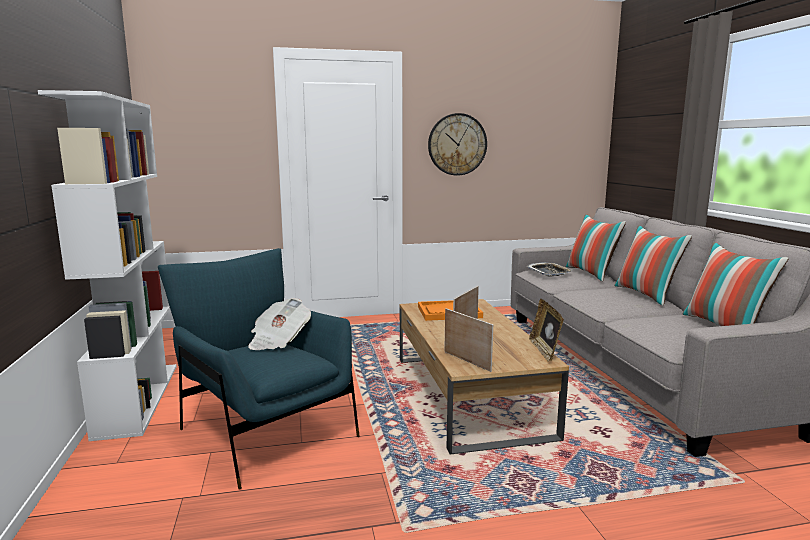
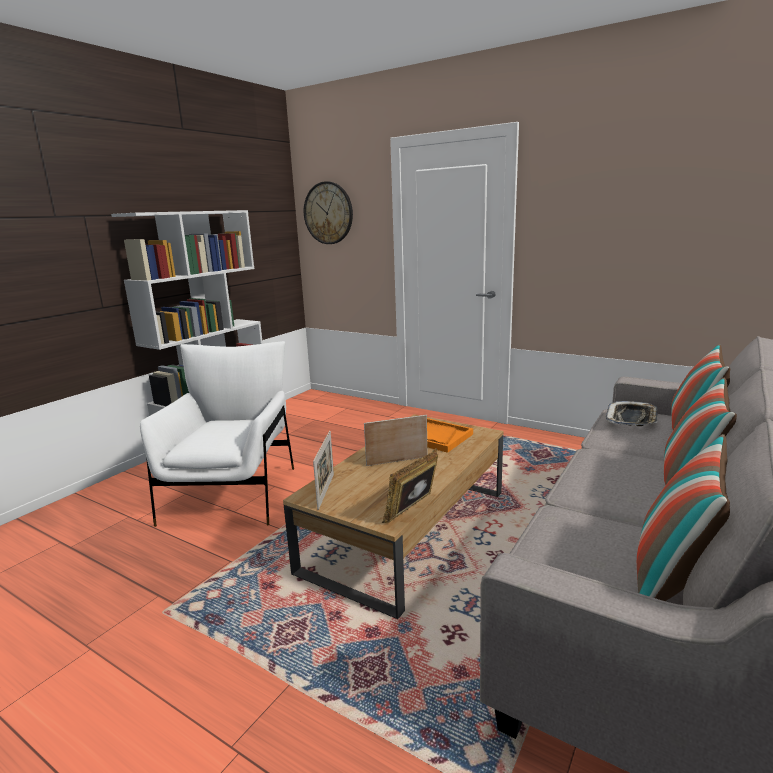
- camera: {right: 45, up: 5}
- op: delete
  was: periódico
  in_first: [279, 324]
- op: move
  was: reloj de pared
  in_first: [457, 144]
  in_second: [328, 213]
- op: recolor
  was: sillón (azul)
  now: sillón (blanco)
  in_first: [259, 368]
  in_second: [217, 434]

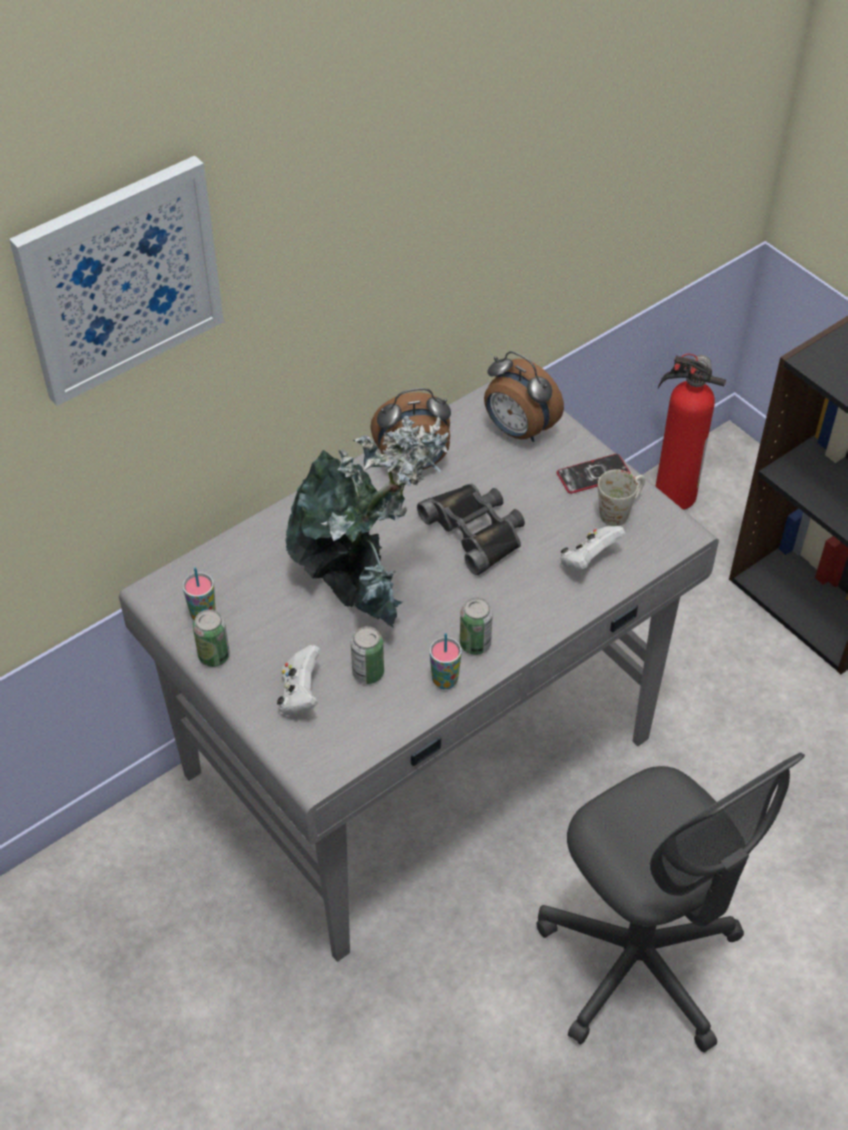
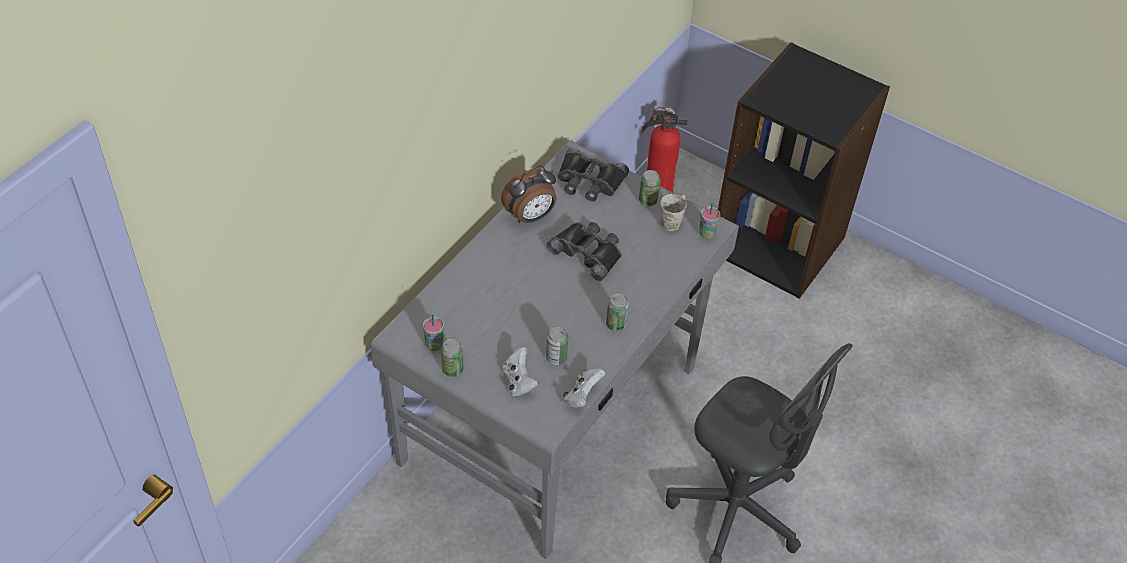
- camera: {right: -20, up: 0}
- op: delete
  was: cuadro
  in_first: [116, 281]
- op: delete
  was: planta en maceta
  in_first: [367, 521]
- op: move
  was: taza
  in_first: [446, 661]
  in_second: [709, 220]
- op: move
  was: mando de consola (blanco)
  in_first: [593, 548]
  in_second: [584, 388]
- op: replace
  was: despertador
  now: prismáticos (negro)
  in_first: [524, 396]
  in_second: [593, 175]
- op: replace
  was: móvil
  now: lata
  in_first: [593, 474]
  in_second: [649, 188]

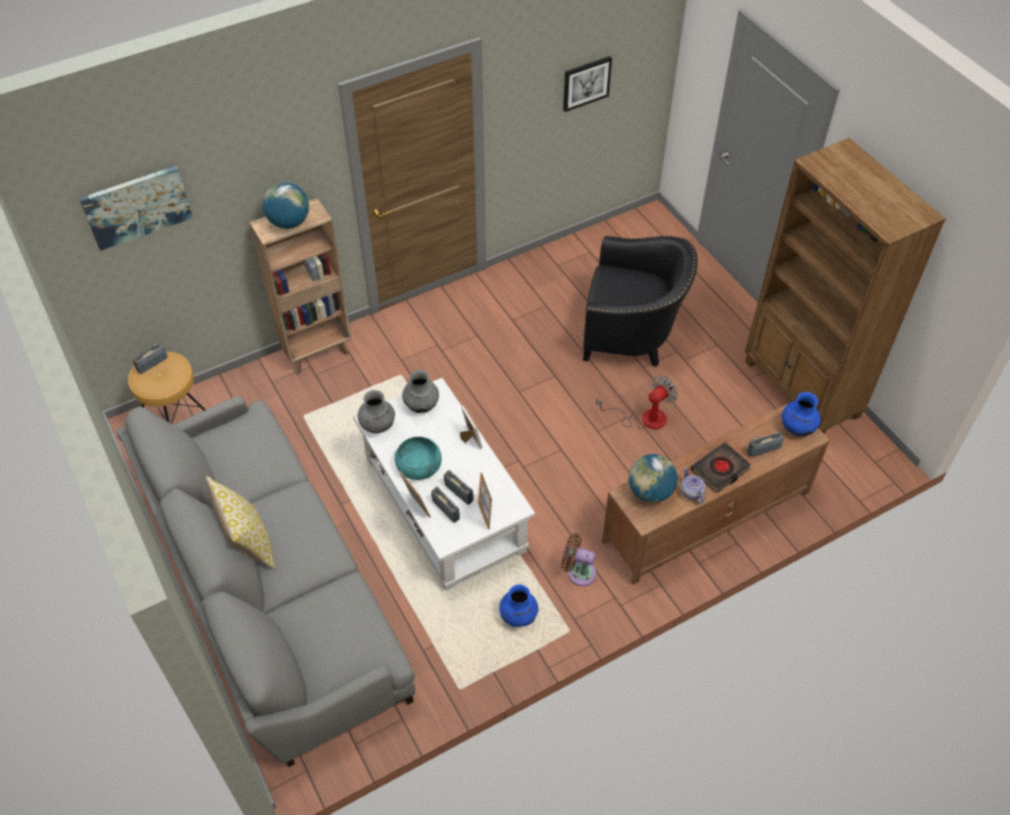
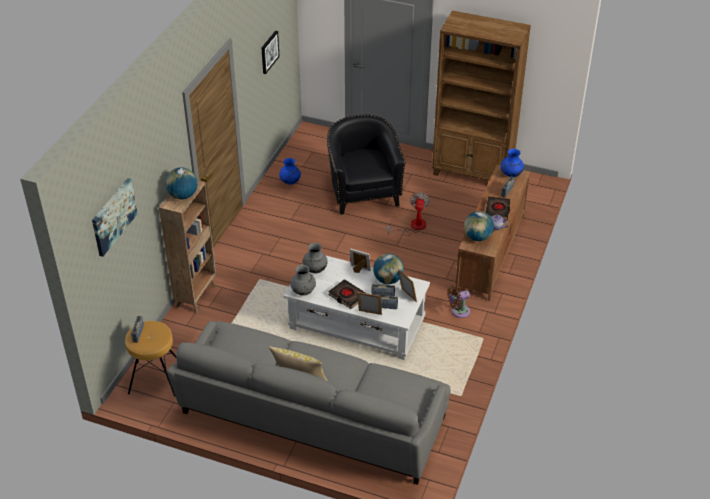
- camera: {right: -40, up: -10}
- op: insert
  now: globo terráqueo
  in_second: [388, 268]
- op: move
  was: florero (azul)
  in_first: [518, 605]
  in_second: [290, 171]
- op: replace
  was: cuenco (turquesa)
  now: libro (negro)
  in_first: [418, 458]
  in_second: [346, 294]
- op: rotate
  was: sillón (negro)
  in_first: [640, 301]
  in_second: [366, 165]
  clockwise: -75

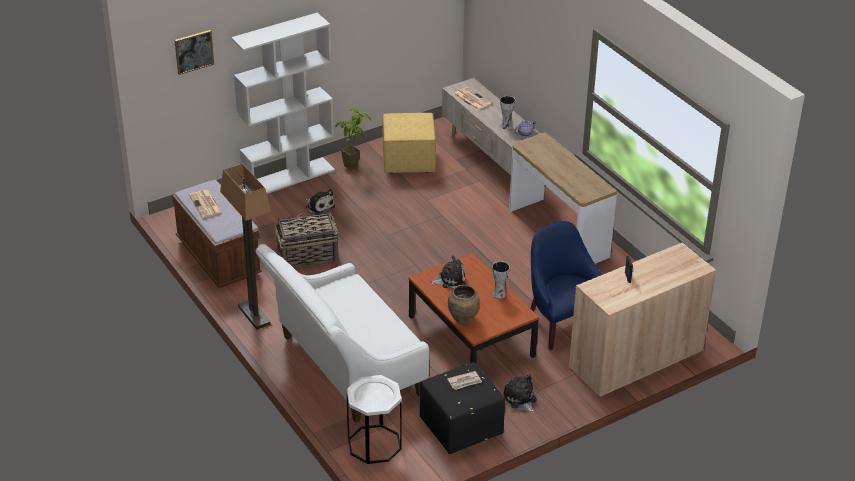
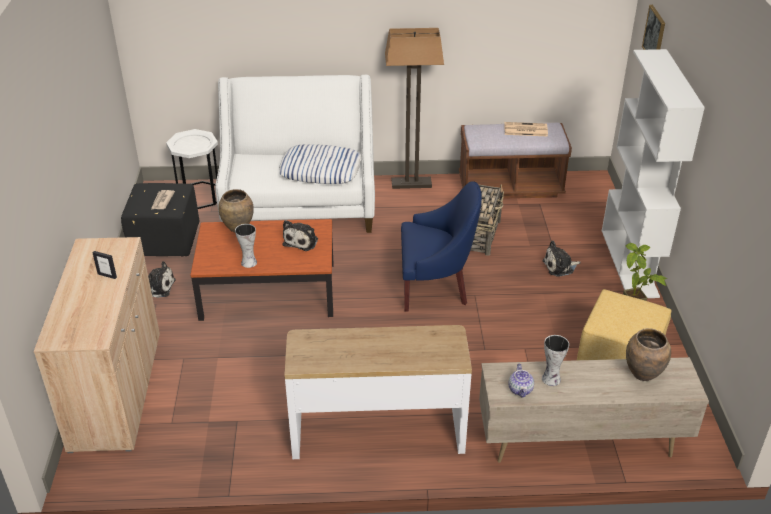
- camera: {right: 120, up: 0}
- op: insert
  now: cojín
  in_second: [320, 164]
- op: move
  was: sillón (azul)
  in_first: [566, 286]
  in_second: [441, 246]
- op: replace
  was: periódico
  now: florero (marrón)
  in_first: [472, 98]
  in_second: [648, 354]

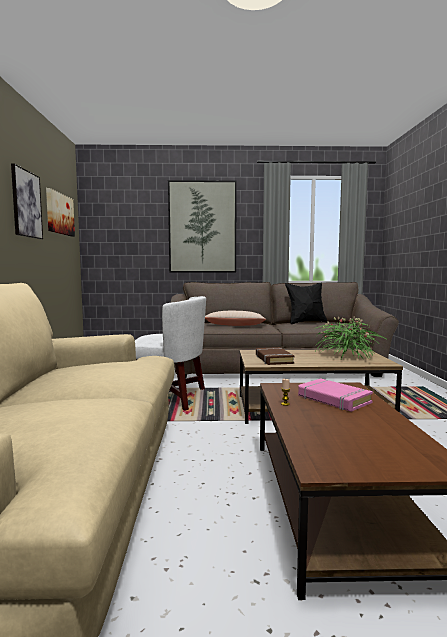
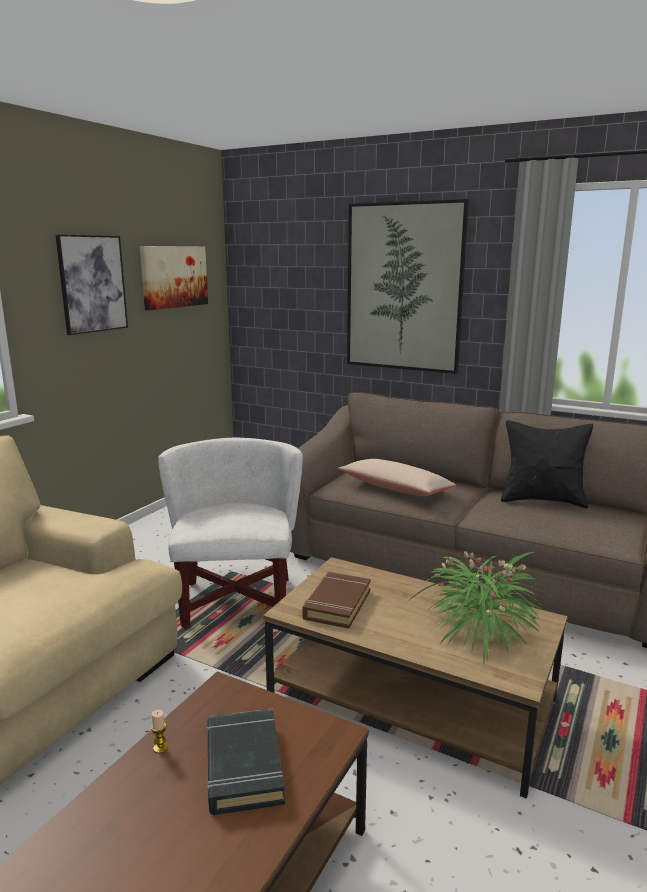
- camera: {right: 30, up: 10}
- op: recolor
  was: libro (rosa)
  now: libro (negro)
  in_first: [335, 395]
  in_second: [246, 761]
- op: rotate
  was: sillón (blanco)
  in_first: [170, 353]
  in_second: [230, 533]
  clockwise: -135

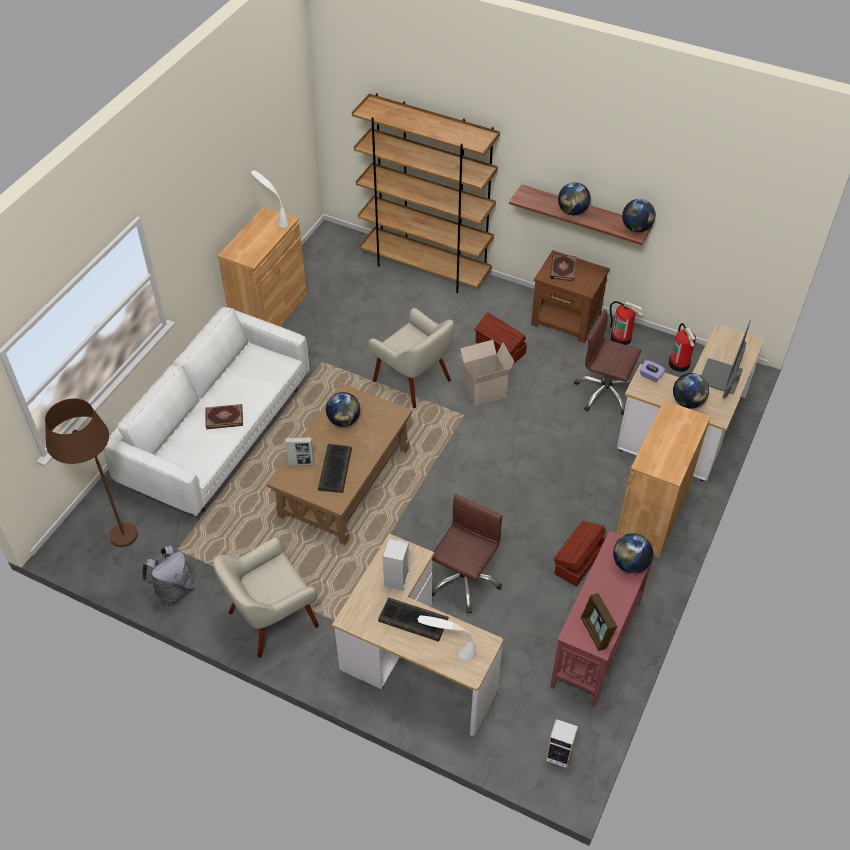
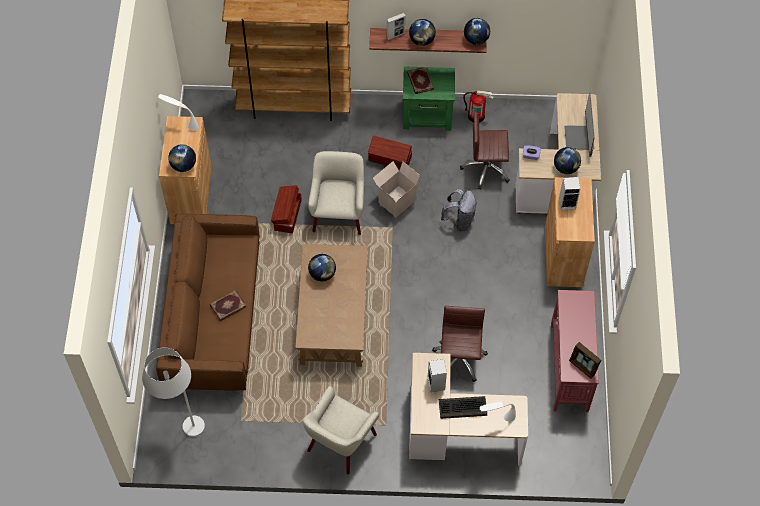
- camera: {right: -25, up: 10}
- op: delete
  was: teclado
  in_first: [335, 468]
- op: delete
  was: extintor
  in_first: [682, 347]
- op: move
  was: mochila (gris)
  in_first: [168, 575]
  in_second: [459, 210]
- op: move
  was: portarretratos
  in_first: [299, 451]
  in_second: [396, 26]
- op: move
  was: altavoz
  in_first: [562, 743]
  in_second: [570, 193]
- op: move
  was: caja de almacenaje (marrón)
  in_first: [580, 554]
  in_second: [286, 209]
- op: move
  was: globo terráqueo
  in_first: [633, 553]
  in_second: [182, 158]
- op: recolor
  was: lámpara de pie (marrón)
  now: lámpara de pie (blanco)
  in_first: [91, 472]
  in_second: [173, 392]
- op: recolor
  was: sofá (blanco)
  now: sofá (marrón)
  in_first: [206, 411]
  in_second: [208, 302]
- op: recolor
  was: mesita de noche (marrón)
  now: mesita de noche (verde)
  in_first: [570, 296]
  in_second: [429, 98]
- op: rotate
  was: sillón (beis)
  in_first: [411, 358]
  in_second: [336, 193]
  clockwise: -105

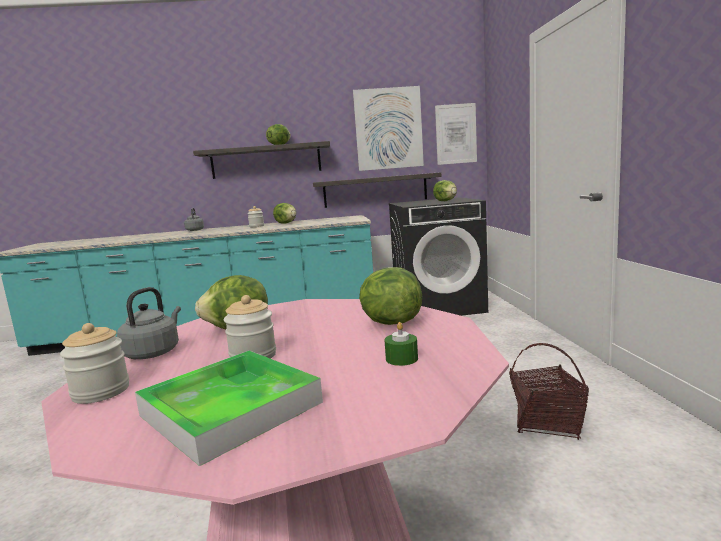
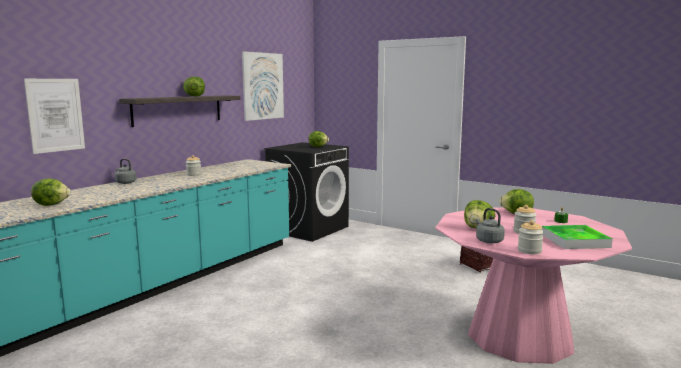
- camera: {right: -50, up: 0}
- op: delete
  was: estante
  in_first: [377, 190]
- op: move
  was: lechuga
  in_first: [284, 213]
  in_second: [51, 192]
- op: move
  was: cuadro
  in_first: [456, 134]
  in_second: [54, 116]

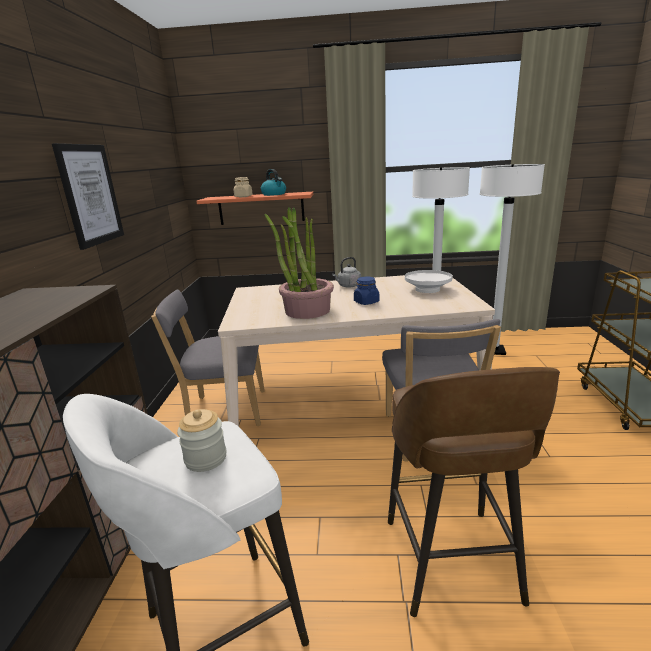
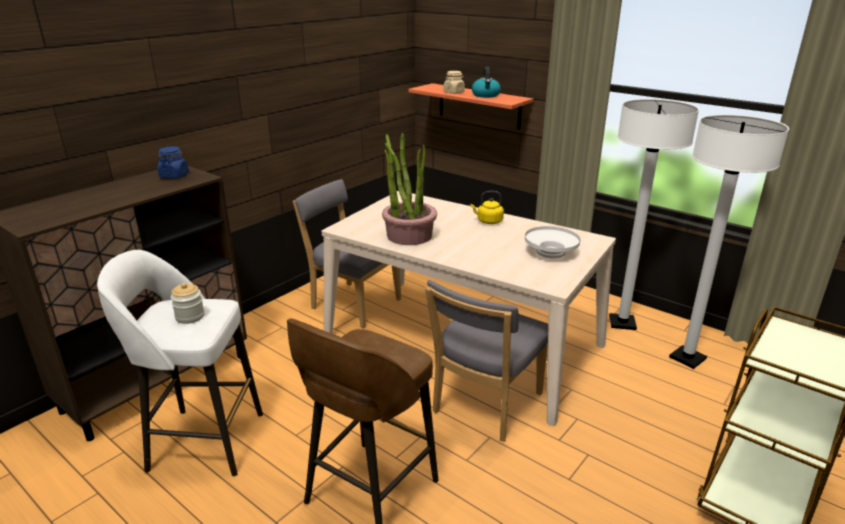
- camera: {right: 35, up: 5}
- op: delete
  was: cuadro
  in_first: [88, 196]
- op: move
  was: tarro (azul)
  in_first: [366, 290]
  in_second: [173, 162]
- op: recolor
  was: hervidor (gris)
  now: hervidor (amarillo)
  in_first: [346, 272]
  in_second: [487, 207]

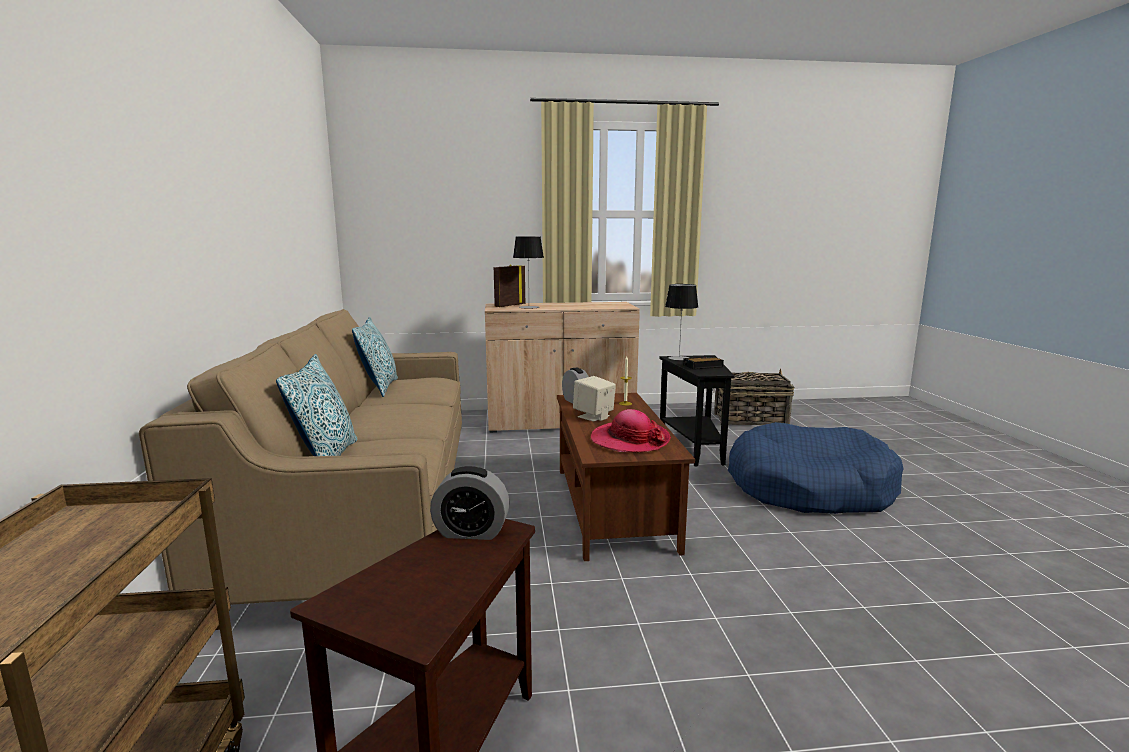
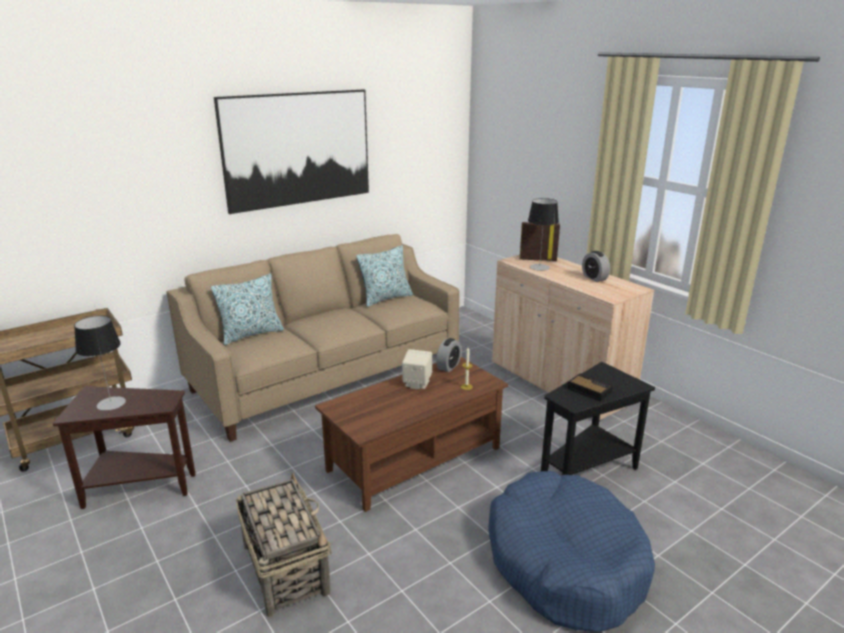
- camera: {right: 60, up: 10}
- op: delete
  was: sombrero
  in_first: [631, 430]
- op: insert
  now: cuadro
  in_second: [291, 152]
- op: move
  was: despertador
  in_first: [469, 503]
  in_second: [596, 266]
- op: move
  was: lámpara de mesa
  in_first: [681, 322]
  in_second: [100, 363]
- op: move
  was: cesta
  in_first: [753, 397]
  in_second: [284, 544]

